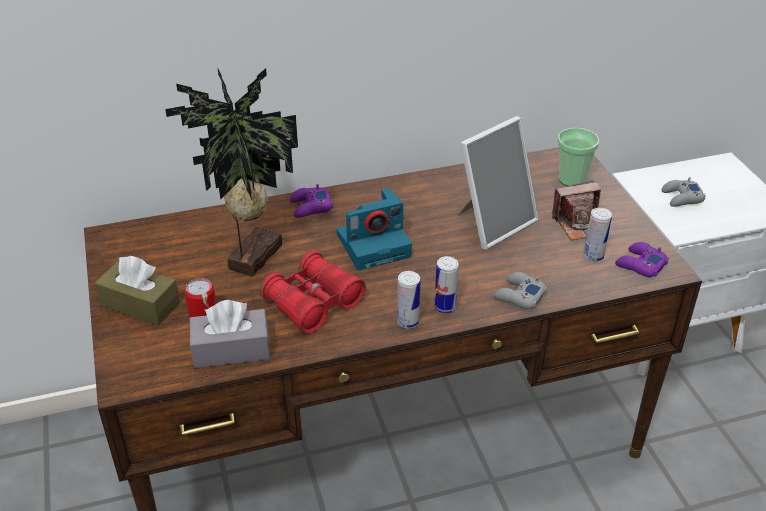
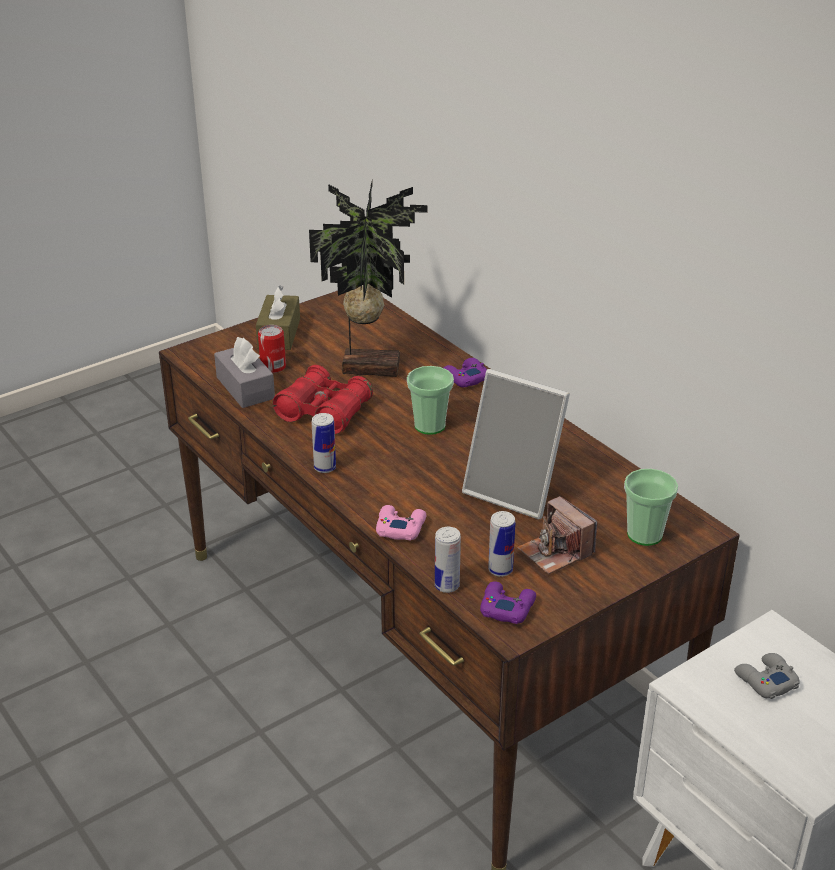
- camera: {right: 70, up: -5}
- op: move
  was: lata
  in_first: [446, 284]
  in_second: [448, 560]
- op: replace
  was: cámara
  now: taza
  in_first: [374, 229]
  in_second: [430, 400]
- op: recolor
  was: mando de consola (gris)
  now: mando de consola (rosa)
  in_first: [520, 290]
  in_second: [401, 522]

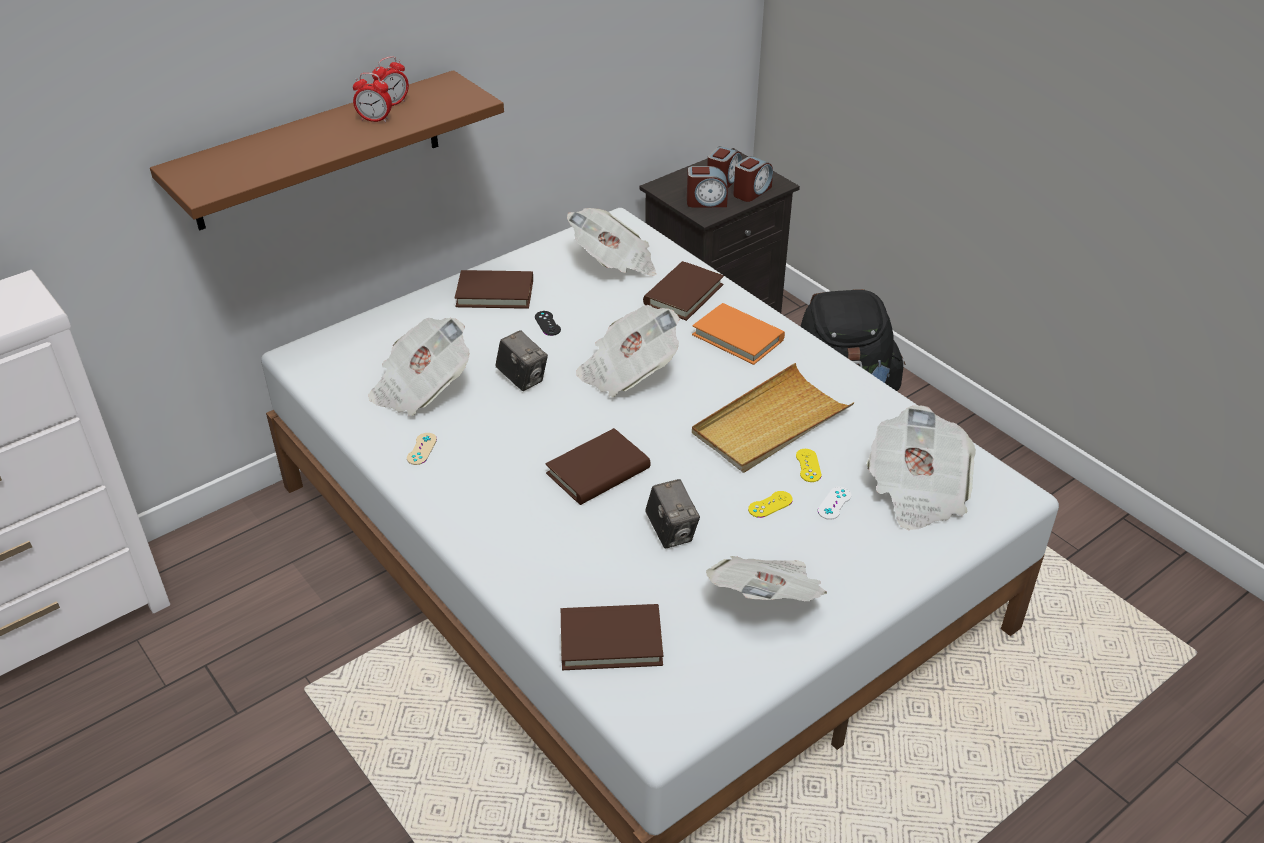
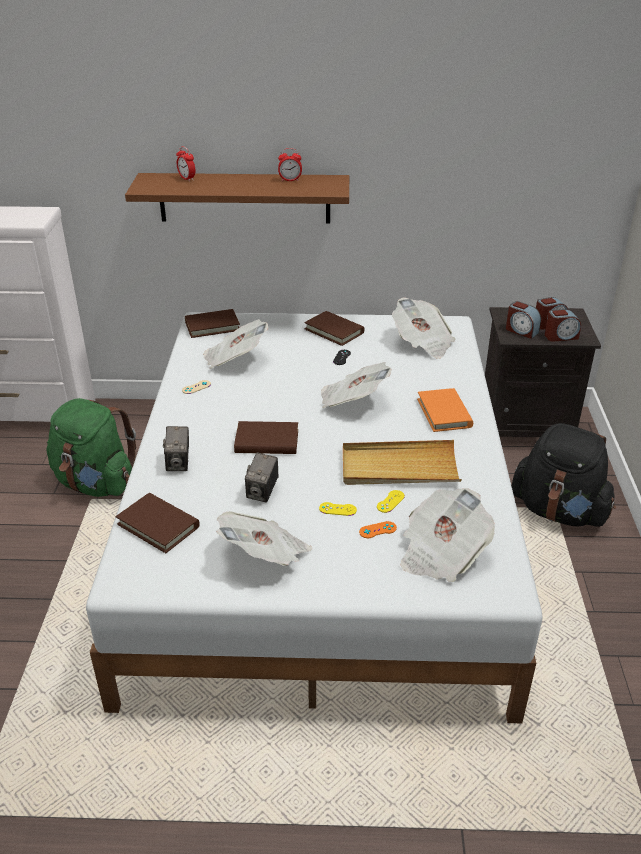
- camera: {right: 40, up: -5}
- op: insert
  now: mochila (verde)
  in_second: [91, 447]
- op: move
  was: despertador
  in_first: [372, 98]
  in_second: [186, 164]
- op: move
  was: cámara
  in_first: [522, 360]
  in_second: [176, 448]
- op: move
  was: libro (marrón)
  in_first: [683, 291]
  in_second: [212, 323]
- op: recolor
  was: mando de consola (blanco)
  now: mando de consola (naranja)
  in_first: [835, 503]
  in_second: [378, 529]

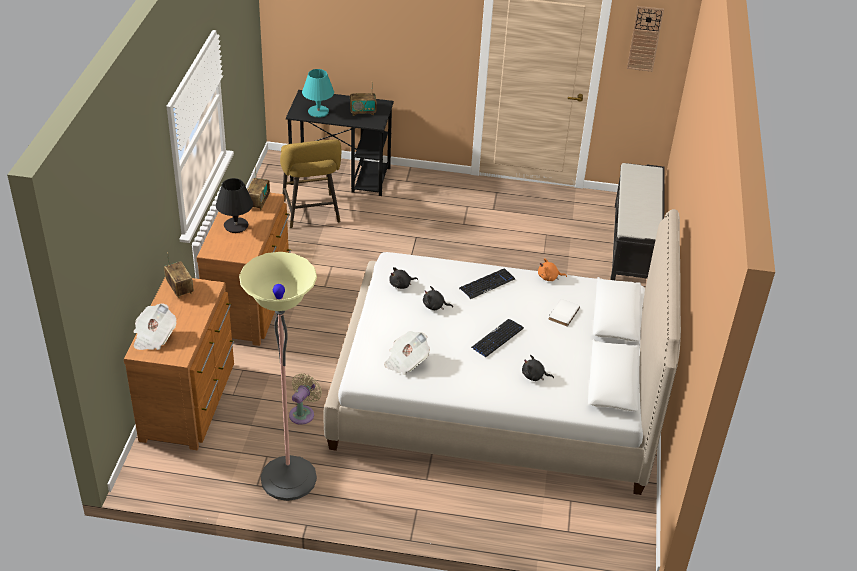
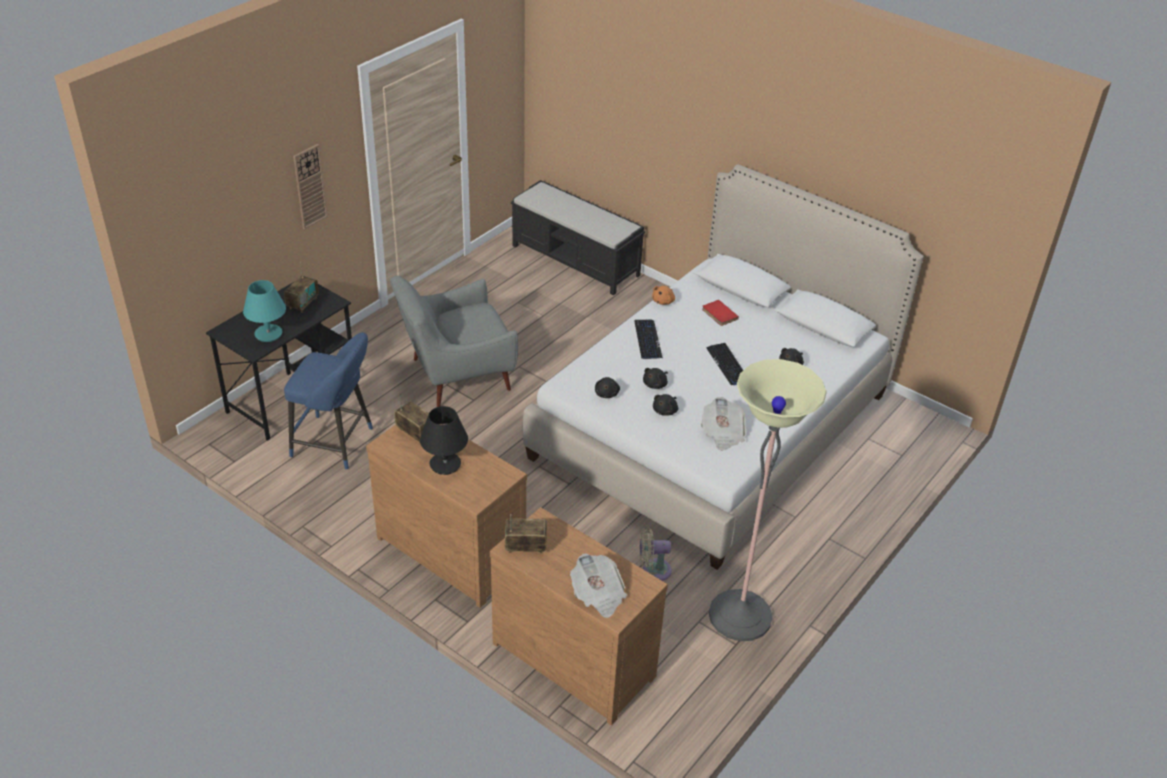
- camera: {right: -60, up: 0}
- op: insert
  now: sillón (gris)
  in_second: [454, 341]
- op: insert
  now: peluche (negro)
  in_second: [665, 405]
- op: move
  was: reloj de pared
  in_first: [645, 39]
  in_second: [310, 186]
- op: recolor
  was: taburete (amarillo)
  now: taburete (azul)
  in_first: [310, 184]
  in_second: [328, 401]
- op: recolor
  was: libro (blanco)
  now: libro (rojo)
  in_first: [564, 313]
  in_second: [720, 313]
- op: rotate
  was: ventilador (beis)
  in_first: [305, 399]
  in_second: [656, 554]
  clockwise: -60

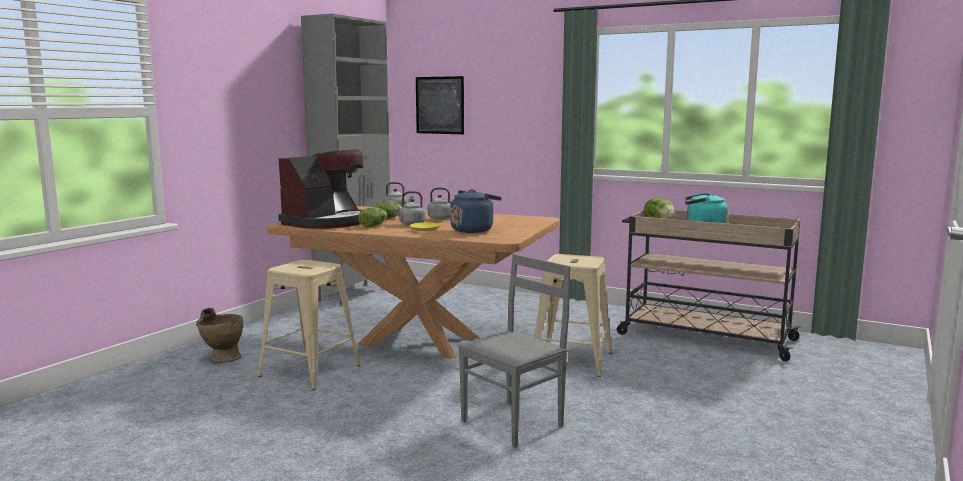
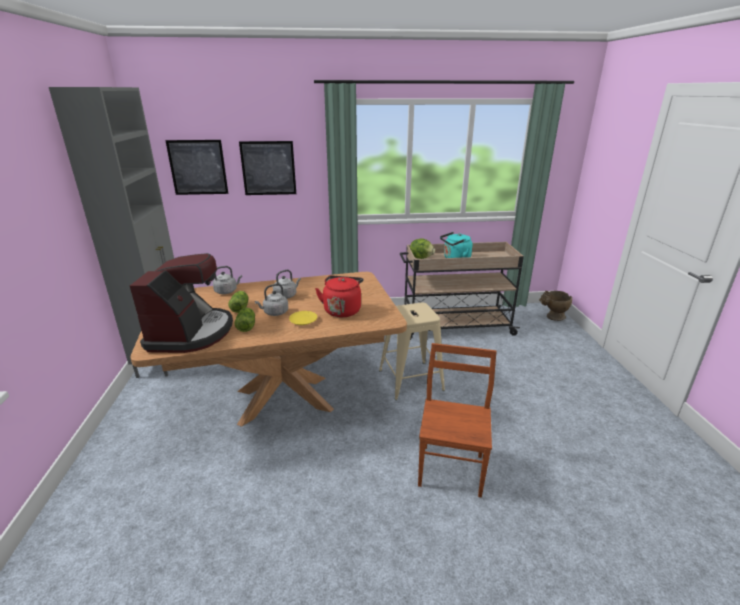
- camera: {right: -35, up: 15}
- op: delete
  was: taburete (beis)
  in_first: [309, 325]
- op: insert
  now: cuadro
  in_second: [267, 168]
- op: move
  was: florero (beis)
  in_first: [219, 335]
  in_second: [555, 306]
- op: recolor
  was: hervidor (azul)
  now: hervidor (rojo)
  in_first: [476, 211]
  in_second: [339, 296]
- op: recolor
  was: silla (gris)
  now: silla (marrón)
  in_first: [514, 351]
  in_second: [457, 420]

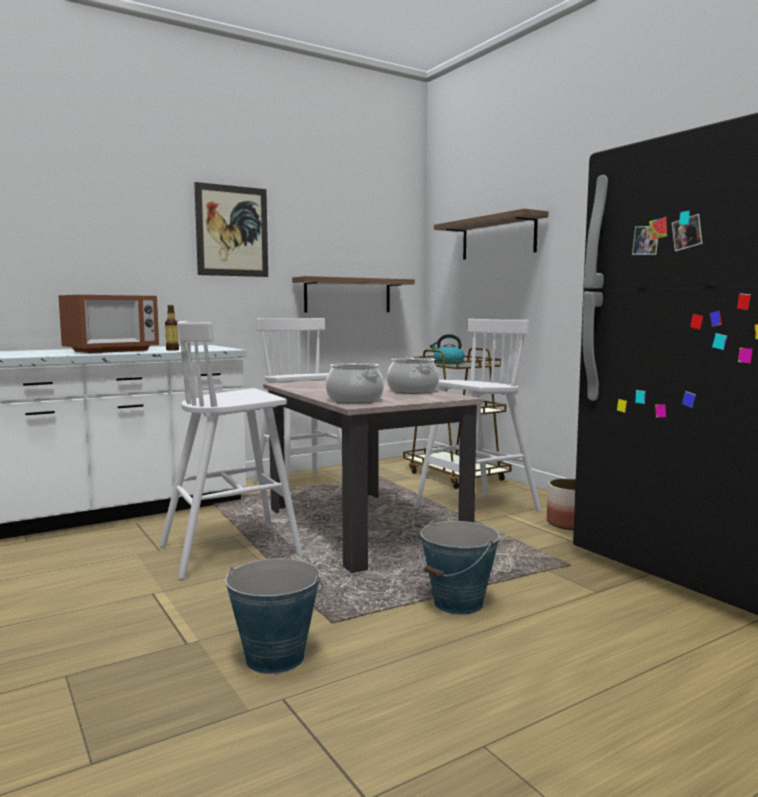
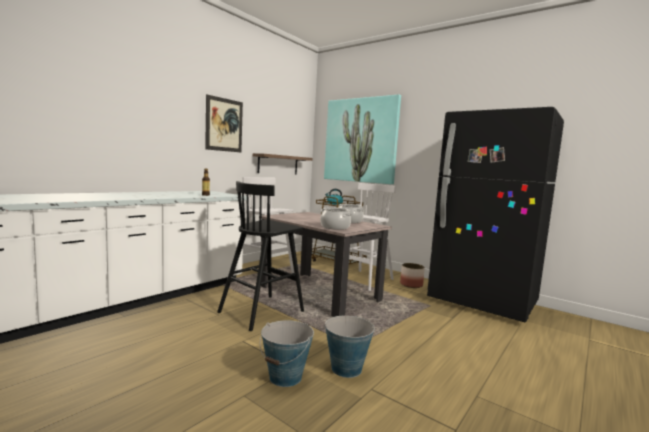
- camera: {right: -20, up: 0}
- op: delete
  was: microondas
  in_first: [108, 324]
- op: move
  was: cubo
  in_first: [459, 567]
  in_second: [287, 353]
- op: replace
  was: estante
  now: cuadro
  in_first: [491, 234]
  in_second: [362, 139]
- op: recolor
  was: taburete (blanco)
  now: taburete (negro)
  in_first: [231, 450]
  in_second: [260, 256]

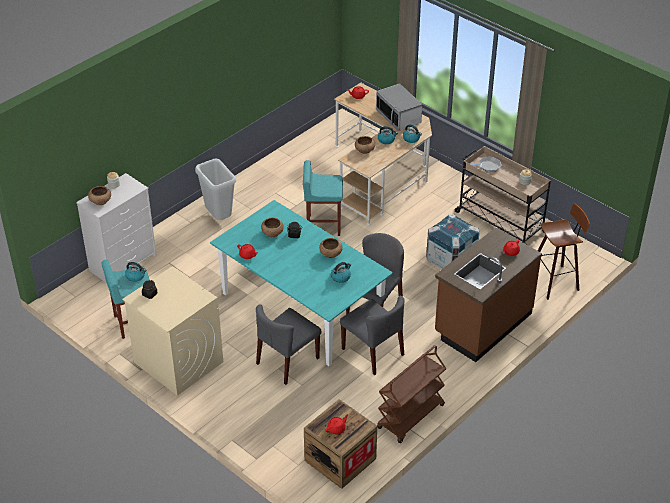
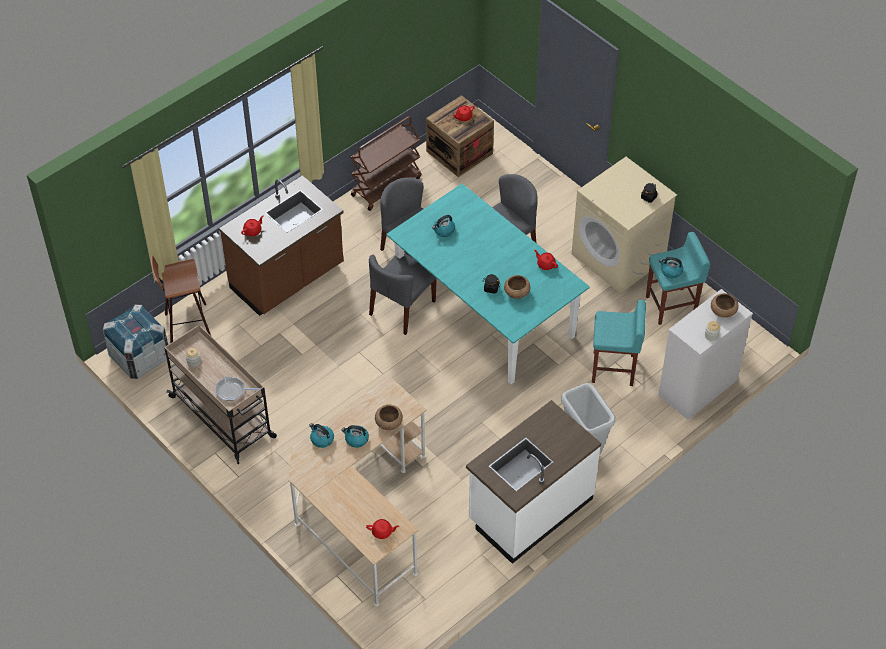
- camera: {right: -175, up: 10}
- op: delete
  was: cuenco (marrón)
  in_first: [331, 248]
- op: delete
  was: microondas
  in_first: [399, 107]
- op: insert
  now: mueble bajo de cocina (blanco)
  in_second: [533, 482]
- op: move
  was: taburete (turquesa)
  in_first: [323, 198]
  in_second: [619, 343]
- op: move
  was: caja de embalaje
  in_first: [452, 241]
  in_second: [135, 341]

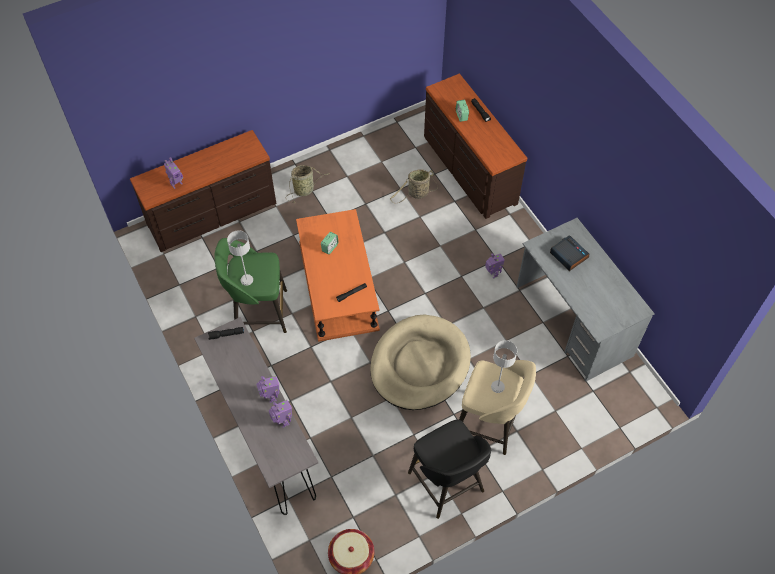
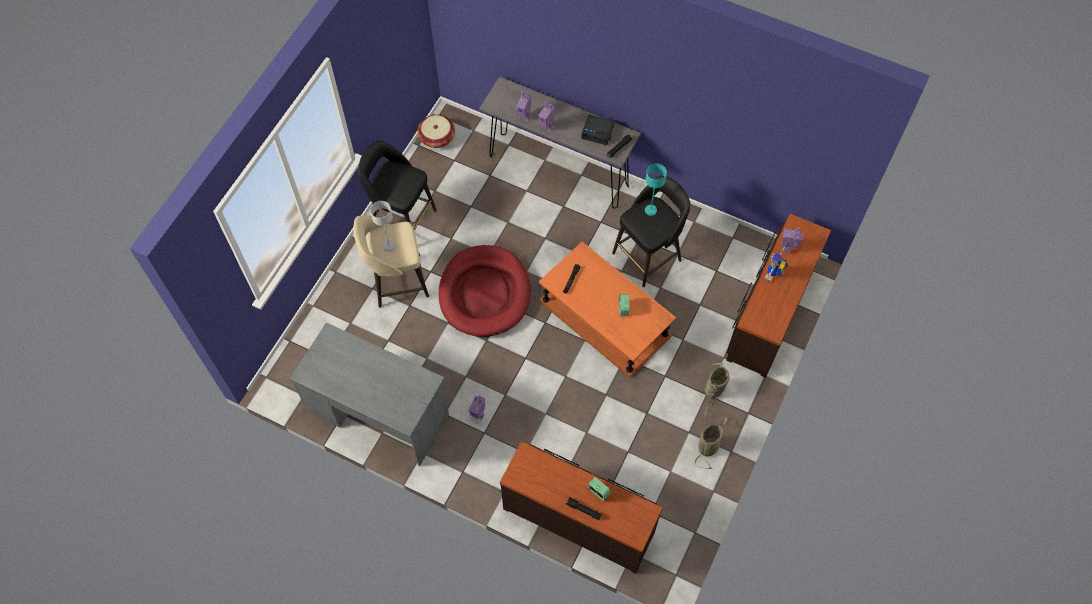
- camera: {right: 145, up: 5}
- op: insert
  now: robot de juguete
  in_second: [776, 264]
- op: move
  was: cesta
  in_first: [414, 186]
  in_second: [711, 443]
- op: move
  was: despertador
  in_first: [569, 253]
  in_second: [598, 129]
- op: recolor
  was: taburete (verde)
  now: taburete (negro)
  in_first: [250, 285]
  in_second: [651, 231]
- op: recolor
  was: lámpara de mesa (gris)
  now: lámpara de mesa (turquesa)
  in_first: [240, 258]
  in_second: [656, 189]
- op: recolor
  was: cama para perro (beis)
  now: cama para perro (rojo)
  in_first: [420, 362]
  in_second: [485, 291]

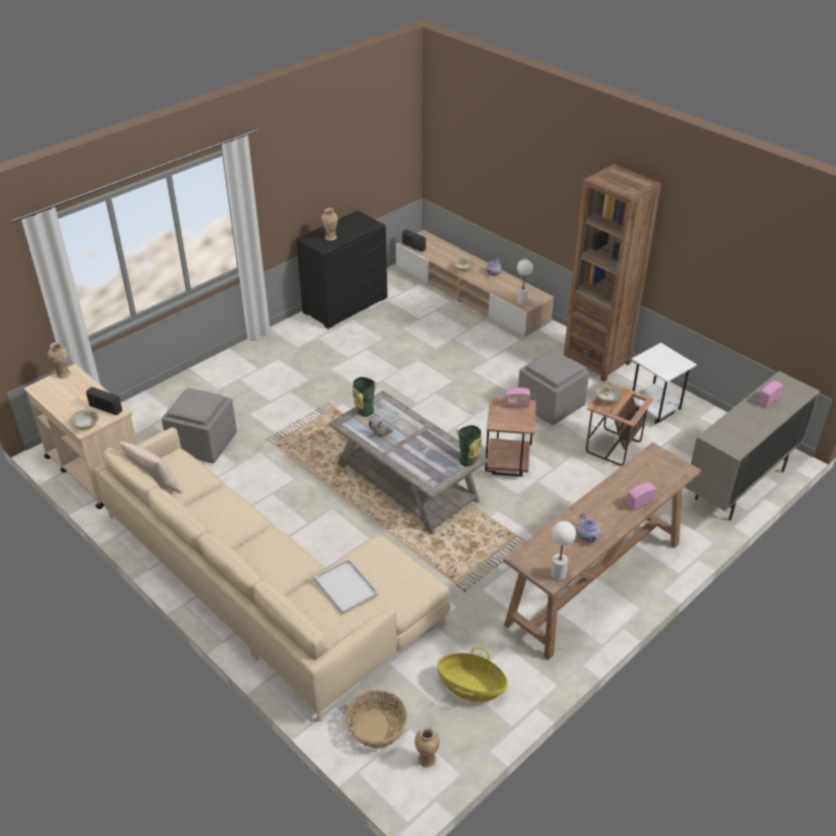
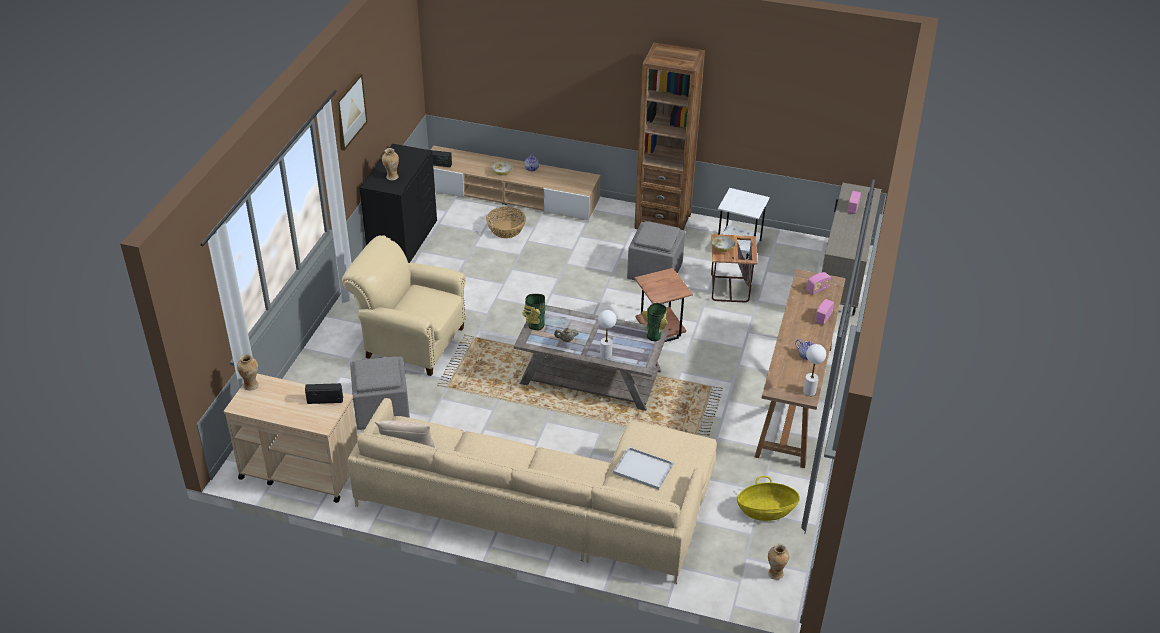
- camera: {right: -30, up: 0}
- op: delete
  was: cuenco
  in_first: [84, 419]
- op: insert
  now: cuadro
  in_second: [351, 112]
- op: insert
  now: sillón (beis)
  in_second: [404, 305]
- op: move
  was: cesta
  in_first: [376, 719]
  in_second: [506, 222]
- op: move
  was: radio
  in_first: [517, 397]
  in_second: [818, 283]
- op: move
  was: lámpara de mesa (blanco)
  in_first: [525, 282]
  in_second: [607, 334]

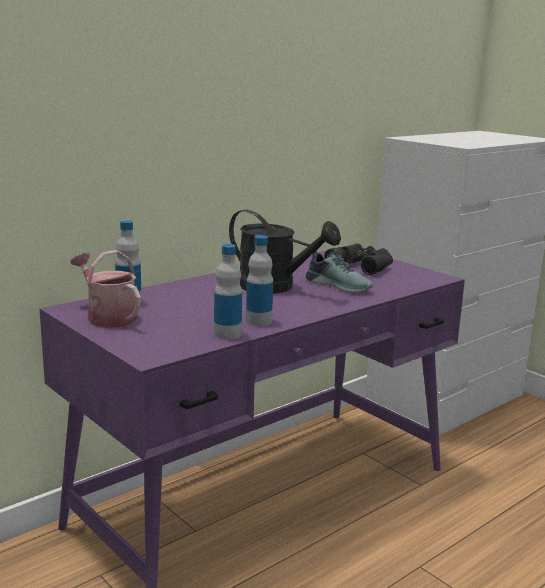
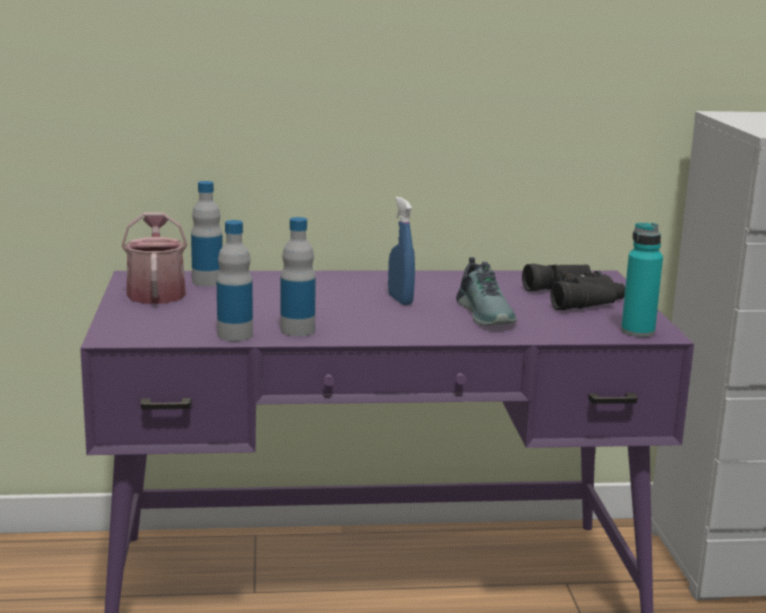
- camera: {right: 35, up: 0}
- op: insert
  now: botella (turquesa)
  in_second: [642, 280]
- op: replace
  was: regadera (negro)
  now: pulverizador (azul)
  in_first: [285, 252]
  in_second: [401, 251]

